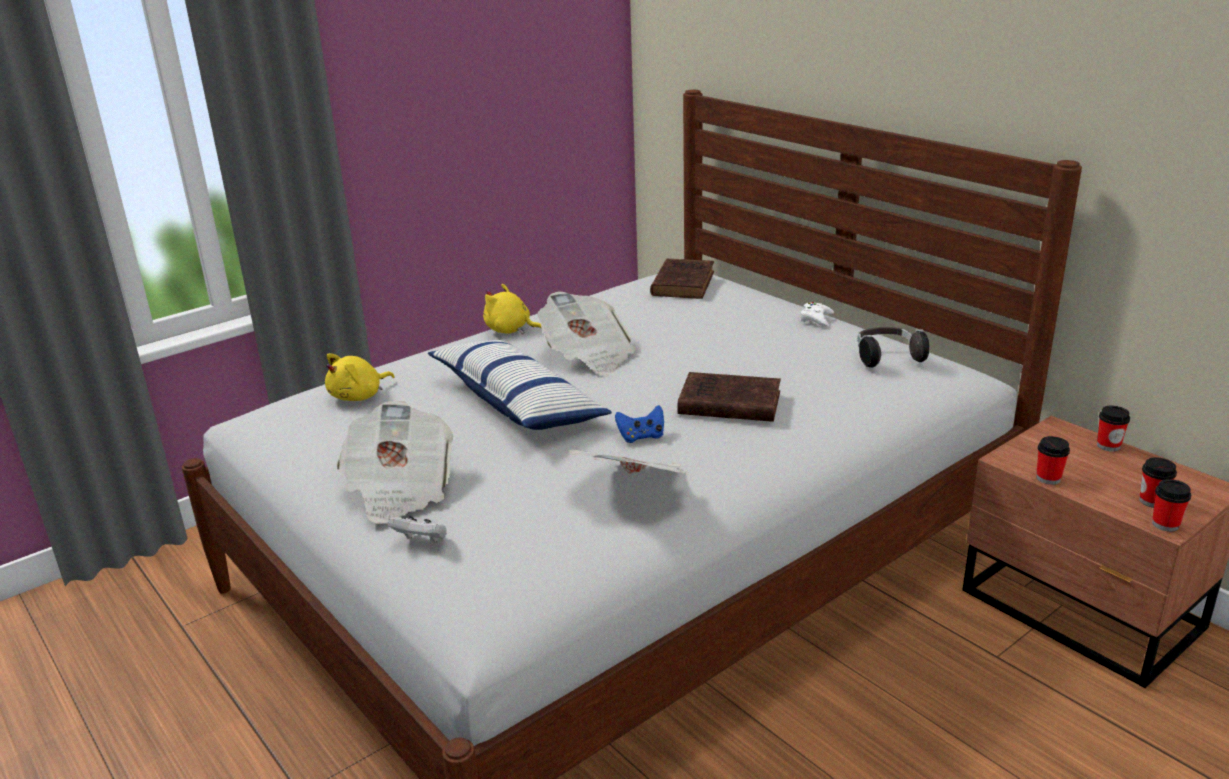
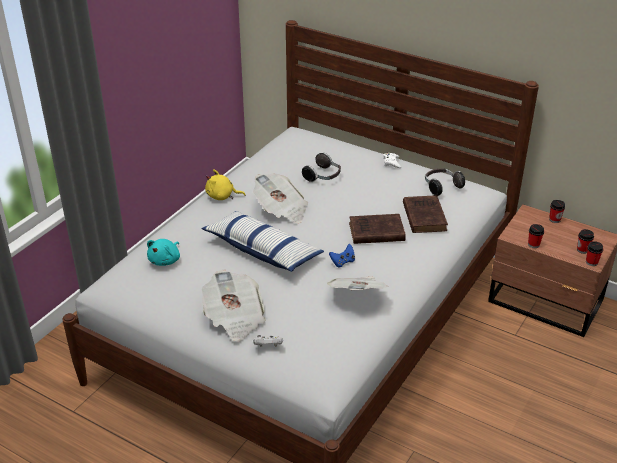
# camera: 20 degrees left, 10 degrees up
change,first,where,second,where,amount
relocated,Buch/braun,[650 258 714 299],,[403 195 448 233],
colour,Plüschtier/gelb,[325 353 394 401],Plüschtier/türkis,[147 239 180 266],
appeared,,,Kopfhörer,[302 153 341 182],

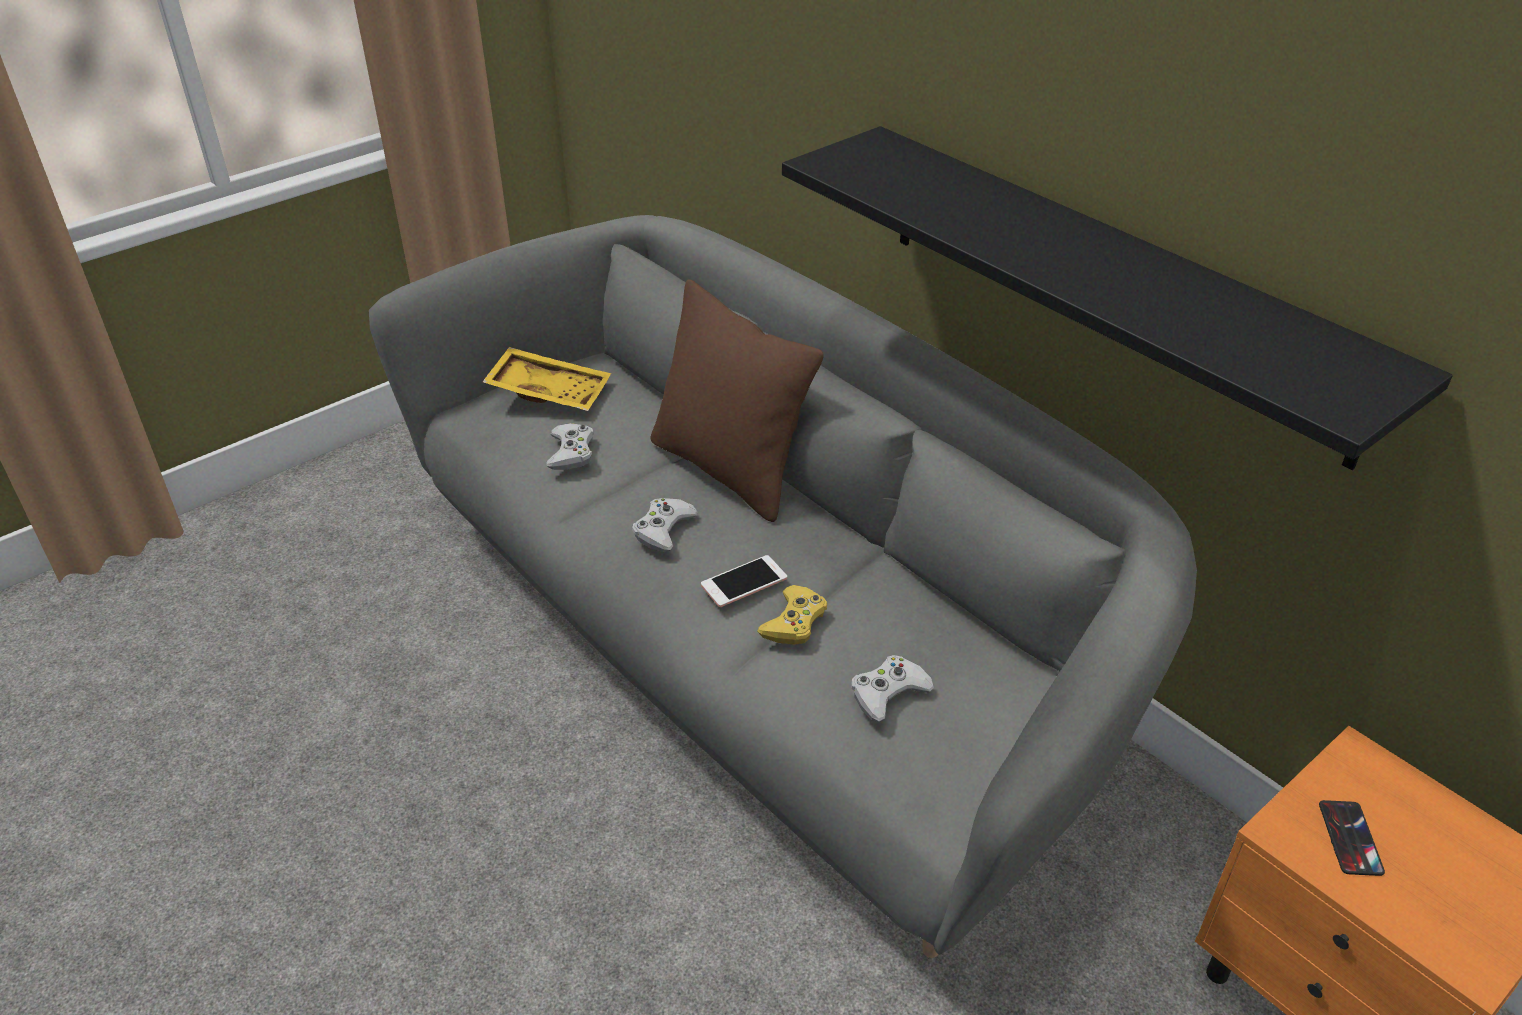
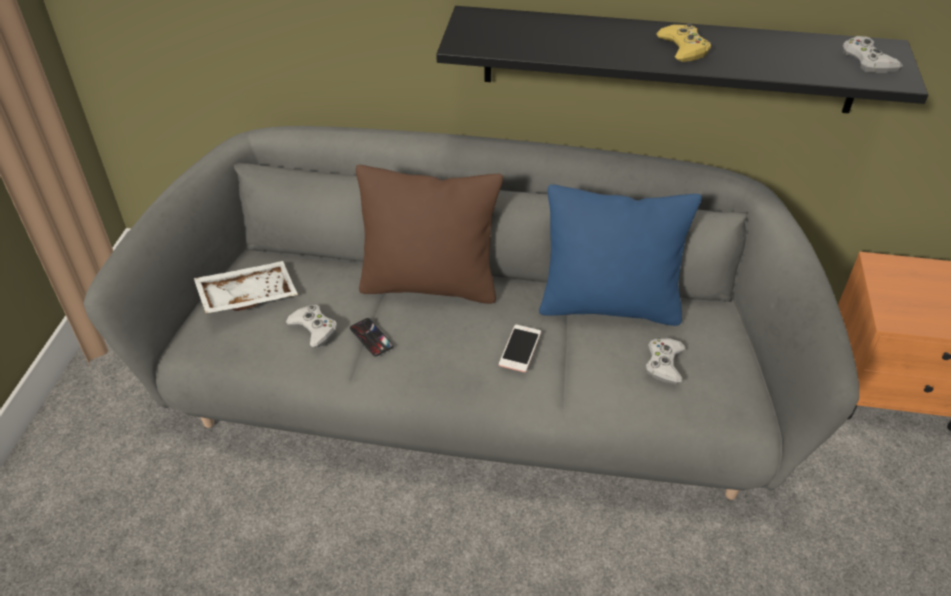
# camera: 40 degrees left, 5 degrees up
change,first,where,second,where,amount
colour,Tablett/gelb,[483 347 611 411],Tablett/weiß,[194 261 298 313],
relocated,Gamepad/weiß,[632 498 698 552],,[843 36 903 73],
relocated,Gamepad/gelb,[757 585 827 644],,[656 23 711 62],
relocated,Handy,[1319 800 1385 876],,[350 318 394 357],
appeared,,,Kissen/blau,[539 184 702 326],

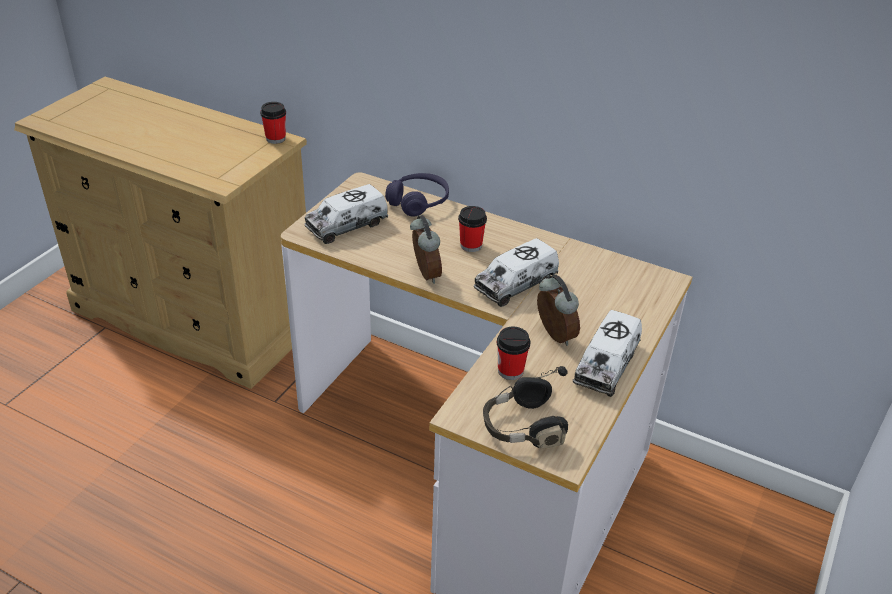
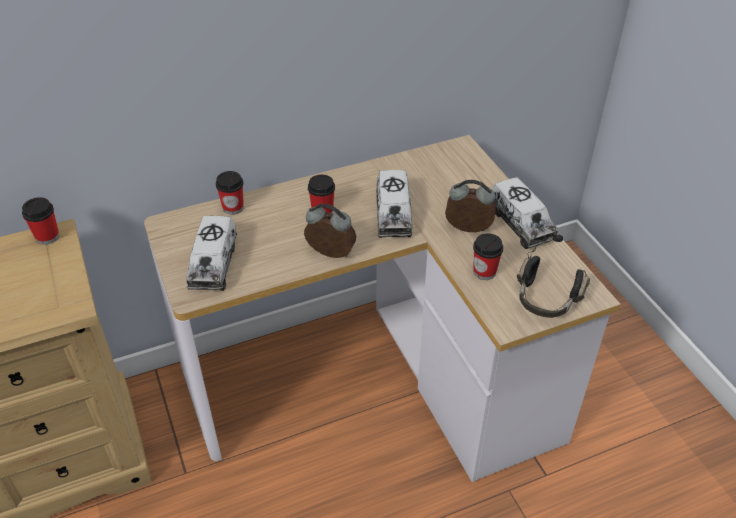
# camera: 50 degrees left, 5 degrees up
change,first,where,second,where,amount
exchanged,Kopfhörer/lila,[385 173 449 217],Tasse,[216 171 244 215],

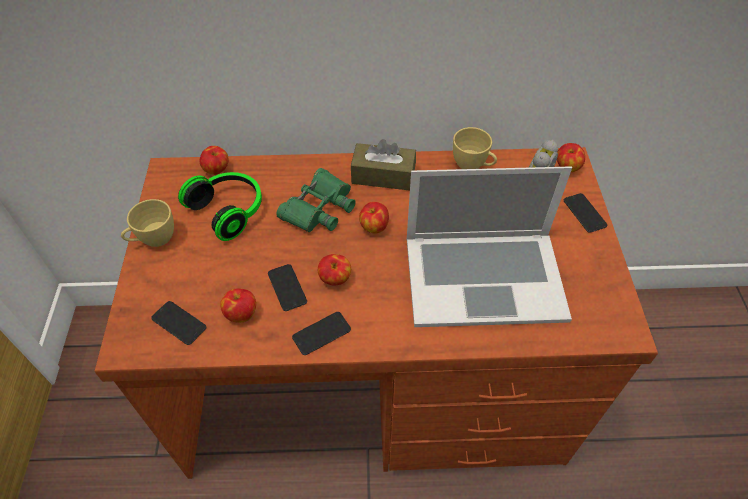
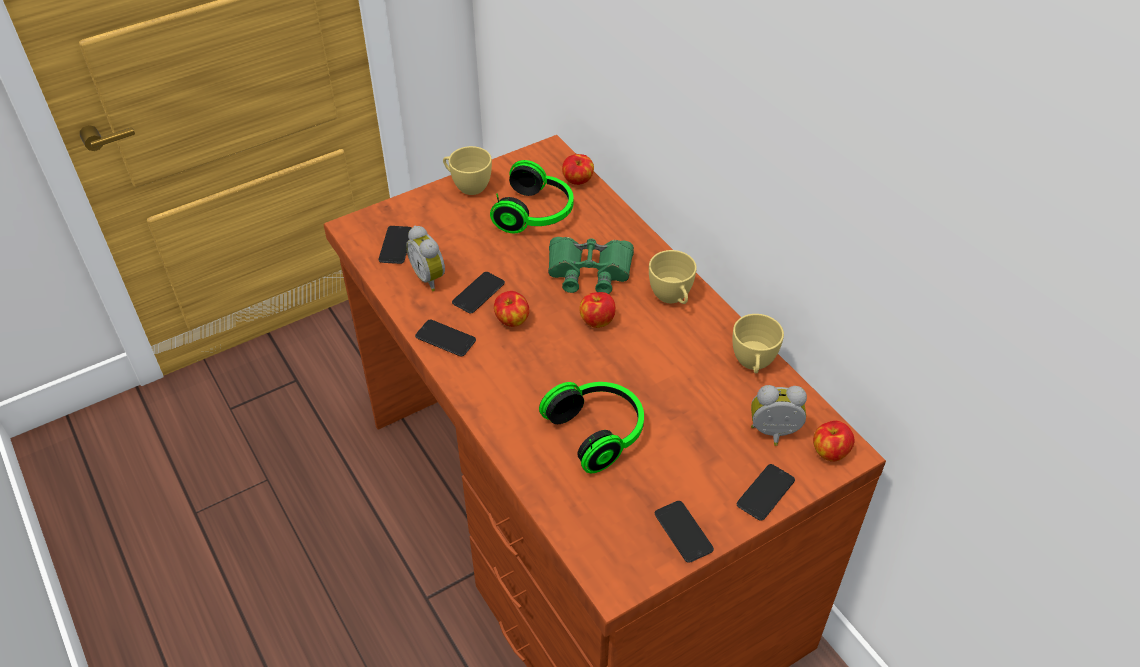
# camera: 60 degrees right, 5 degrees down
change,first,where,second,where,amount
exchanged,Taschentuchbox/braun,[351 139 416 190],Tasse/gelb,[649 250 697 304],
exchanged,Laptop,[407 166 572 327],Kopfhörer,[539 382 644 473],
exchanged,Apfel,[220 288 256 323],Wecker,[406 226 445 292],
appeared,,,Handy,[655 501 714 563],

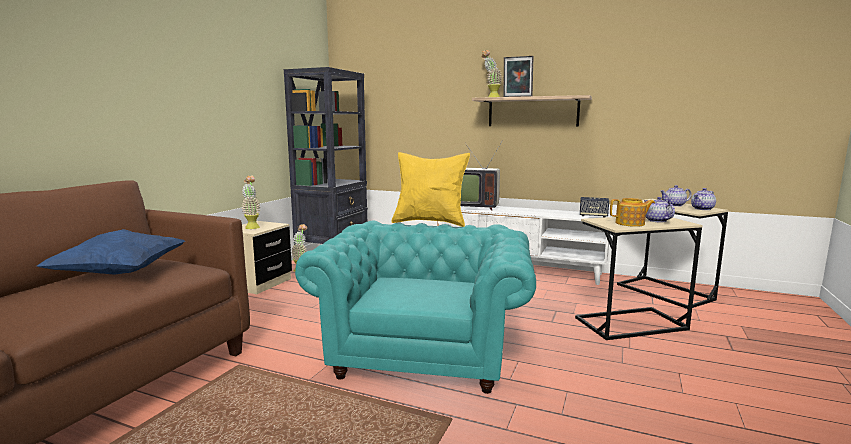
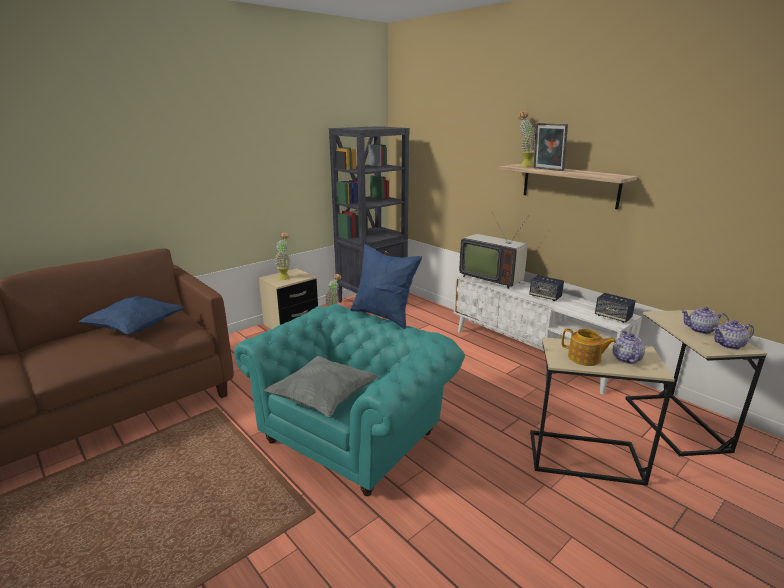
# camera: 25 degrees right, 10 degrees up
change,first,where,second,where,amount
colour,Kissen/gelb,[392 152 470 227],Kissen/blau,[350 244 422 329],
appeared,,,Lautsprecher,[529 275 564 301],
appeared,,,Kissen/grau,[264 356 379 417],

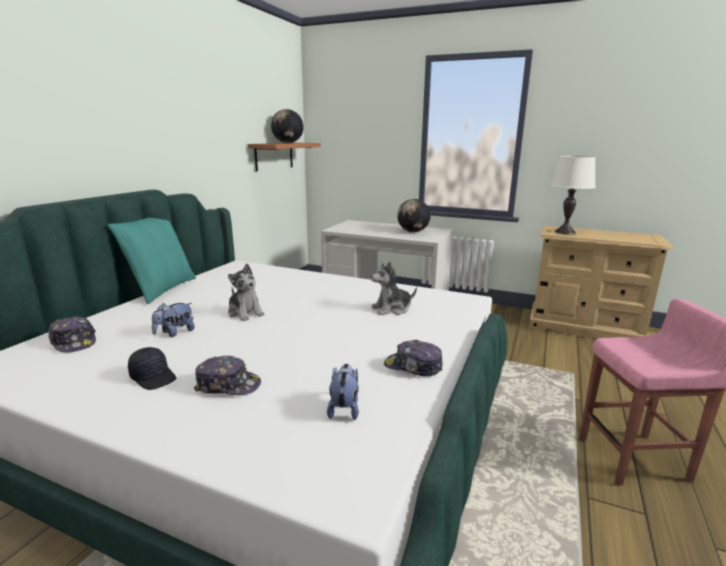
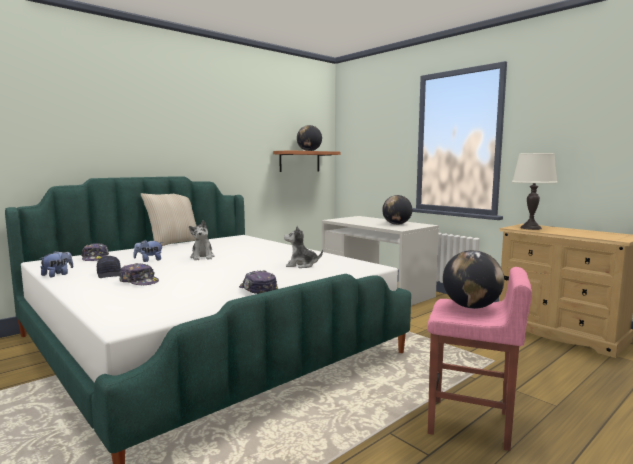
# camera: 25 degrees right, 10 degrees down
change,first,where,second,where,amount
colour,Kissen/türkis,[108 218 196 304],Kissen/beige,[141 193 196 246],
relocated,Plüschtier,[327 364 359 420],,[40 251 73 277],
appeared,,,Globus,[443 250 504 309],

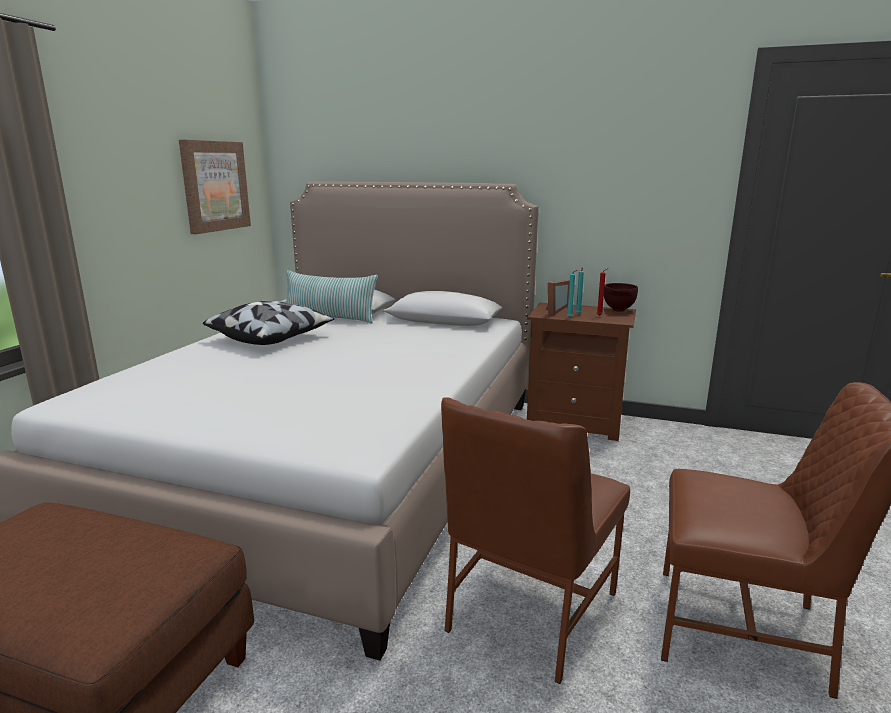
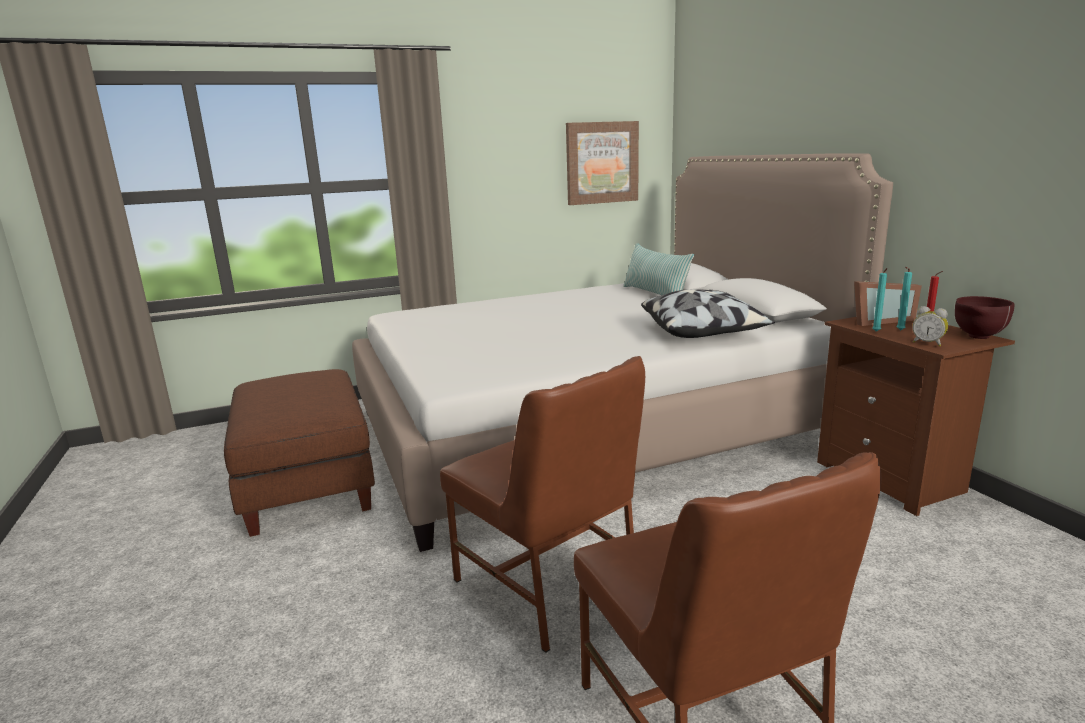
# camera: 50 degrees right, 0 degrees up
change,first,where,second,where,amount
relocated,Kissen,[203 300 335 345],,[641 289 775 338],
spun,Stuhl/braun,[441 397 630 684],,[440 356 645 653],120 degrees counterclockwise
appeared,,,Wecker,[912 306 948 347],

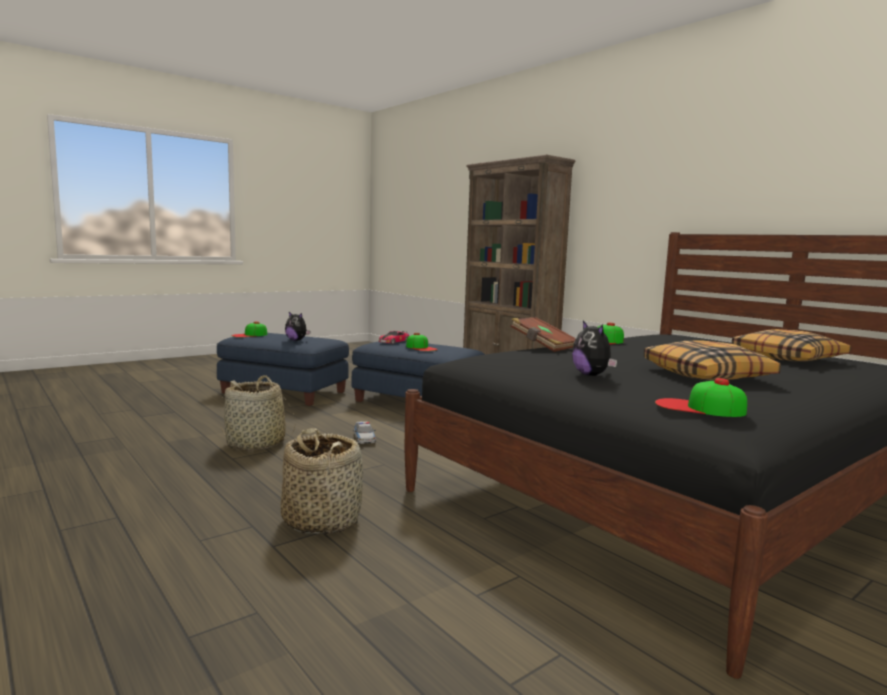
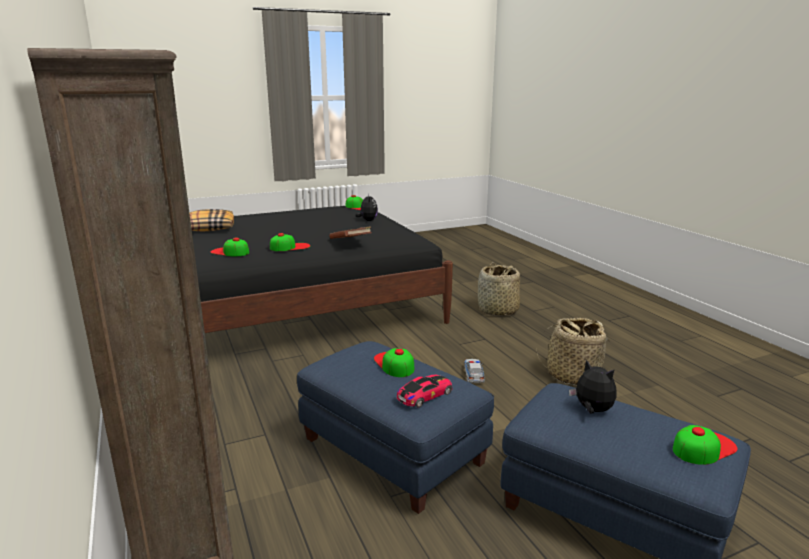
# camera: 165 degrees left, 10 degrees up
change,first,where,second,where,amount
missing,Kissen,[644 341 781 380],,,
appeared,,,Kappe,[211 238 249 256],

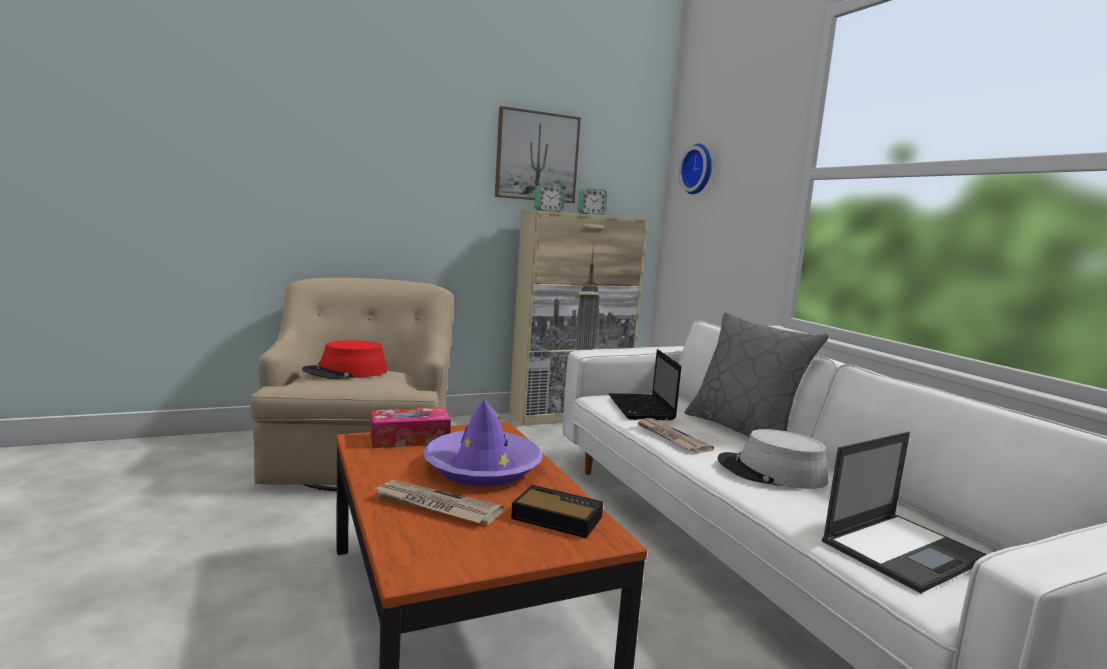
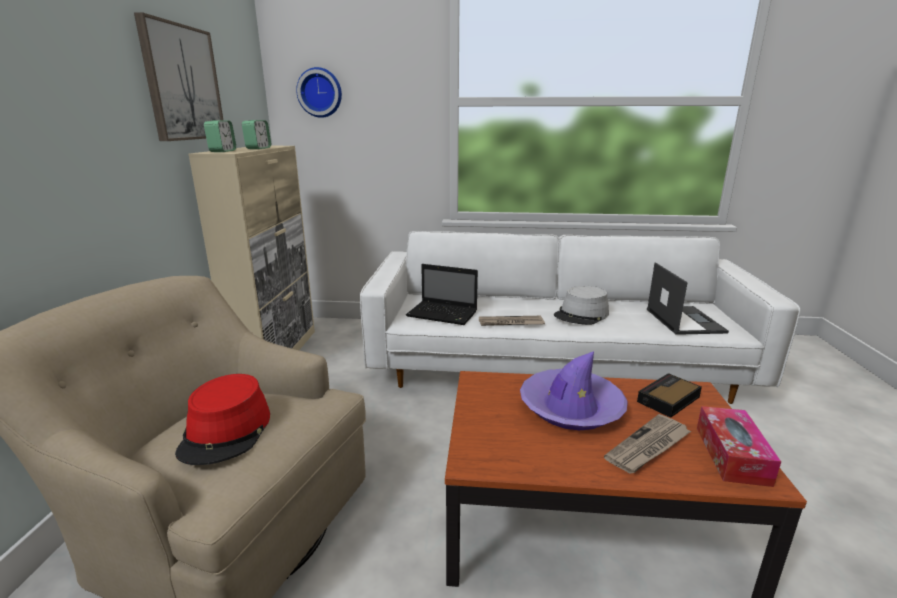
# camera: 60 degrees left, 10 degrees up
change,first,where,second,where,amount
missing,Kissen/grau,[684 312 829 436],,,
relocated,Taschentuchbox,[370 408 451 448],,[697 406 781 487],

